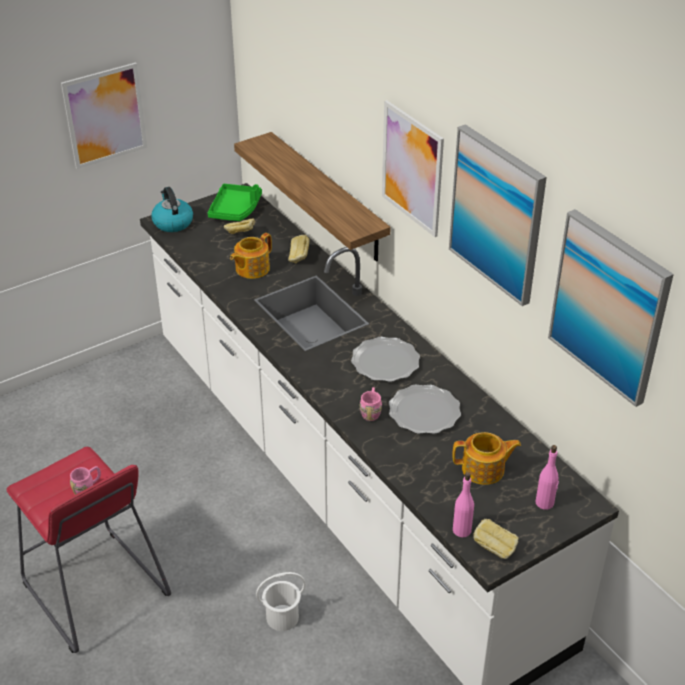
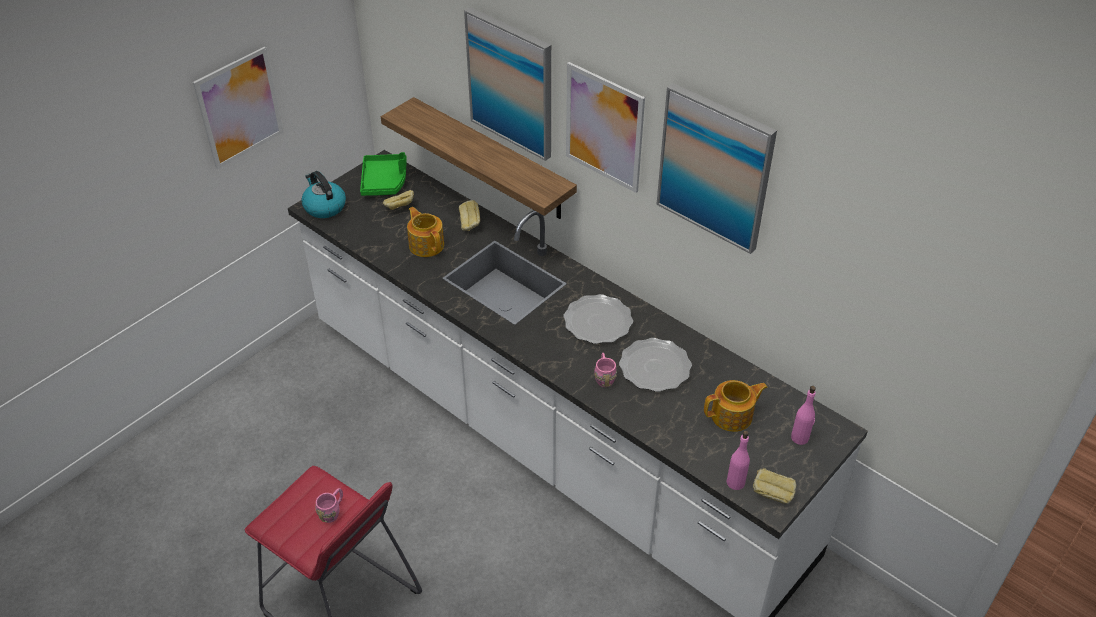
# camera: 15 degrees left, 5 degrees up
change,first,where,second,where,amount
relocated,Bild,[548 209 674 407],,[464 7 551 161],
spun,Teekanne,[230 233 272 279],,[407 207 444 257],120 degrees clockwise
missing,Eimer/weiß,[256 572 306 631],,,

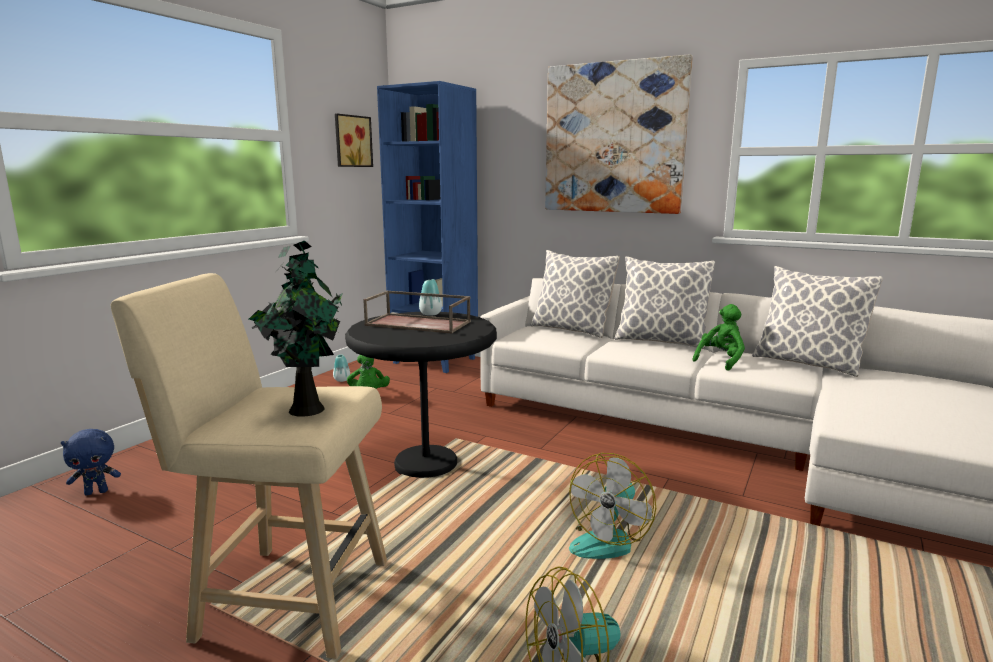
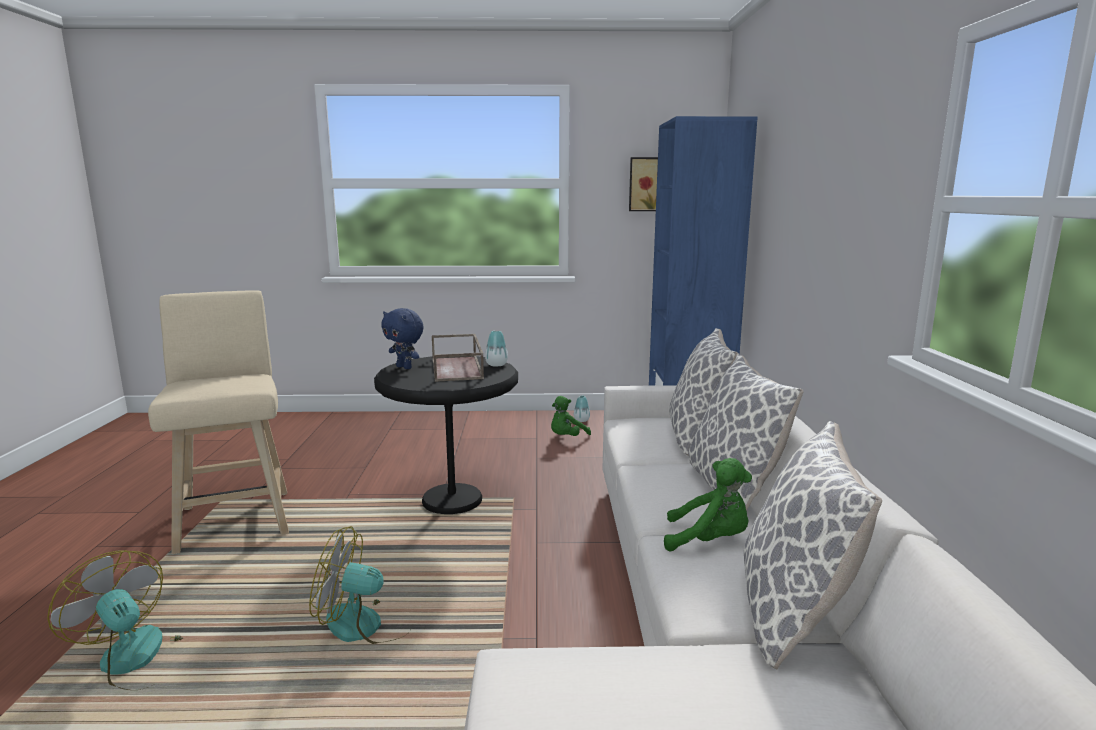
# camera: 60 degrees right, 0 degrees up
change,first,where,second,where,amount
missing,Bild,[545 55 693 214],,,
missing,Topfpflanze,[249 240 343 417],,,
relocated,Plüschtier/blau,[61 429 121 495],,[381 308 424 369],

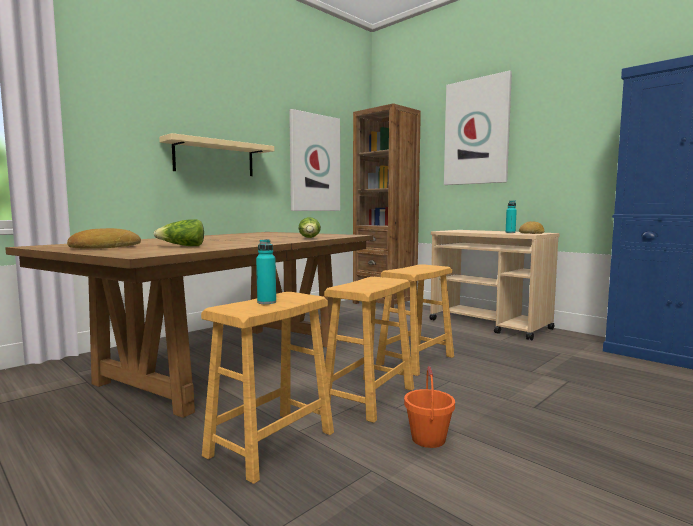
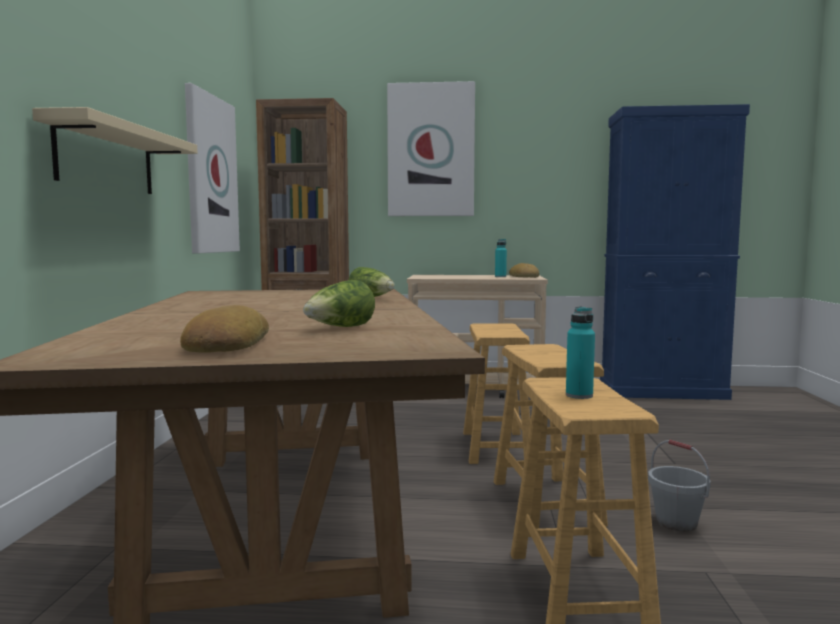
# camera: 40 degrees left, 0 degrees up
change,first,where,second,where,amount
colour,Eimer/orange,[404 366 455 448],Eimer/grau,[648 440 711 532],

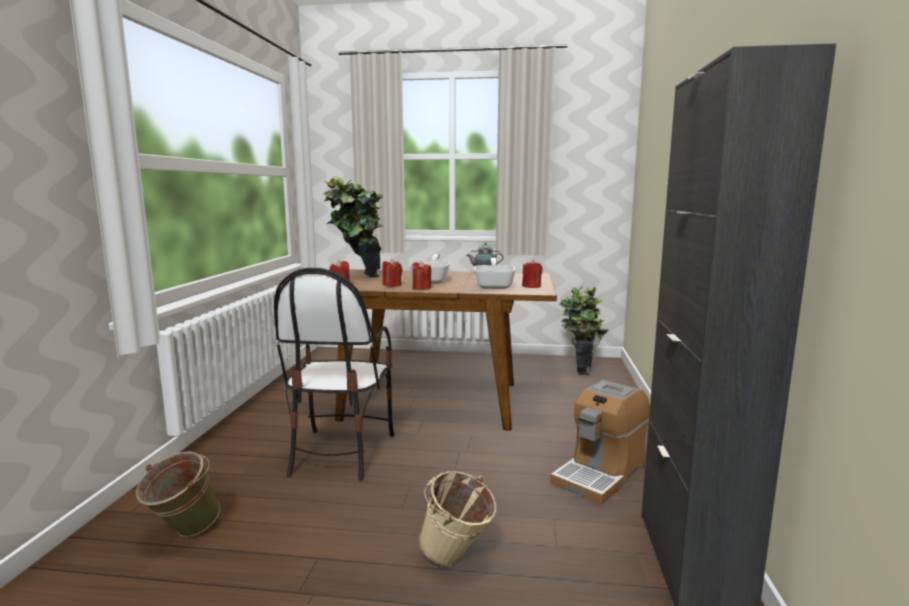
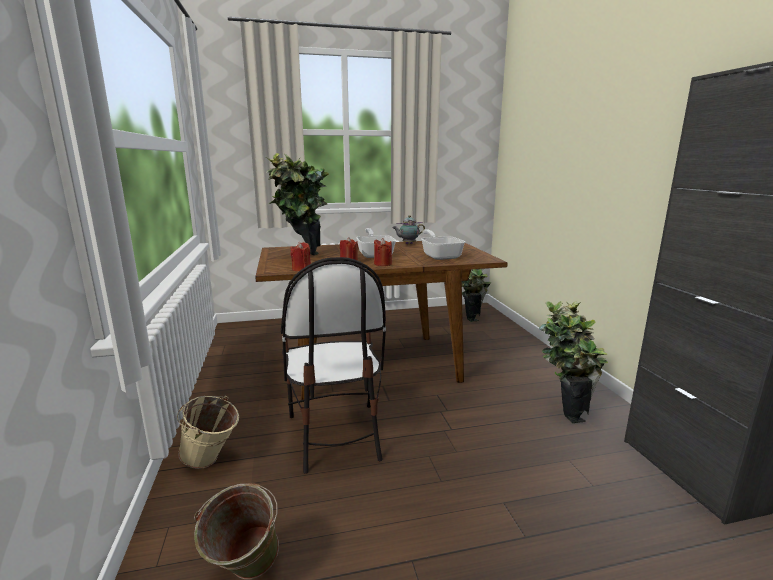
# camera: 20 degrees left, 5 degrees up
change,first,where,second,where,amount
missing,Kerze/rot,[522 260 543 288],,,
exchanged,Kaffeemaschine,[550 380 650 505],Topfpflanze,[539 301 608 423],
relocated,Eimer/beige,[419 471 497 566],,[177 396 239 469],

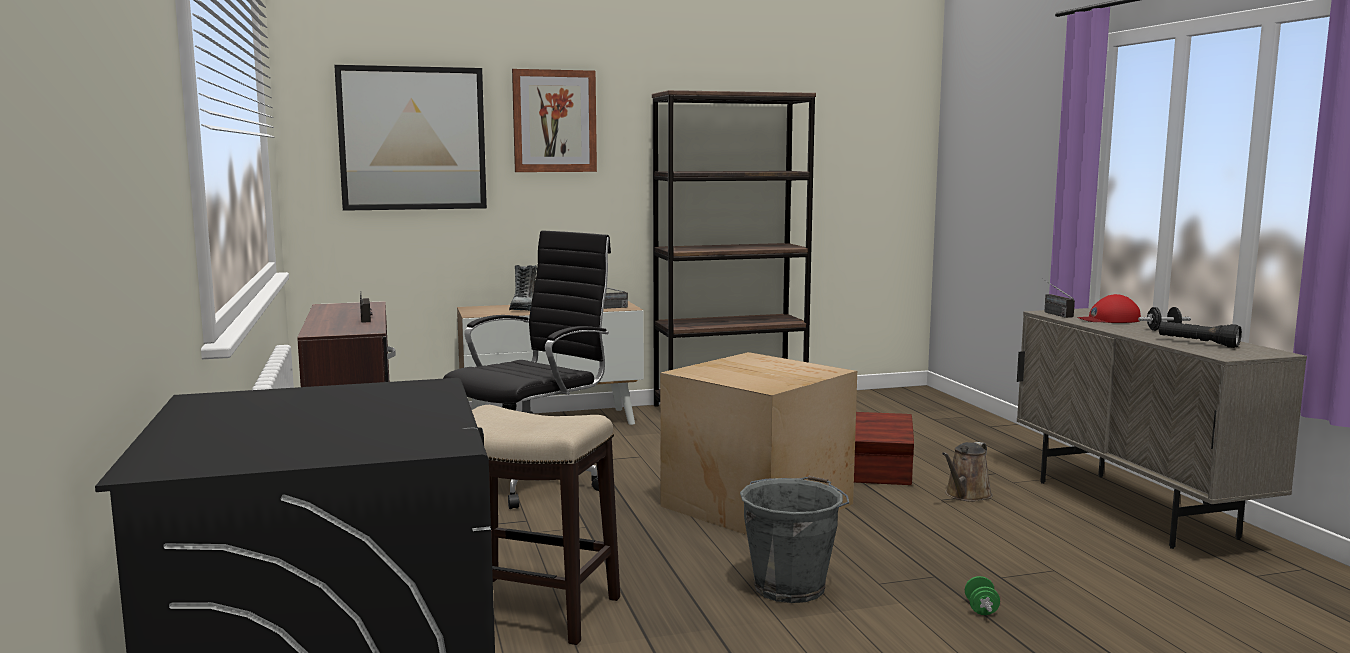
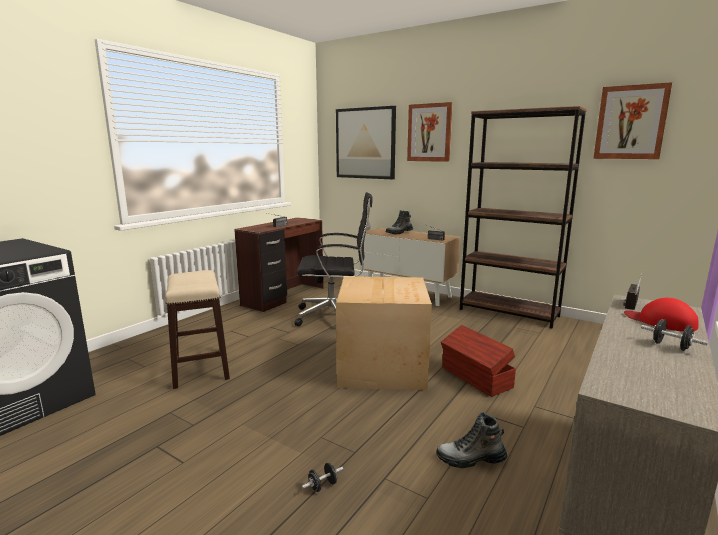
# camera: 50 degrees right, 5 degrees up
change,first,where,second,where,amount
missing,Taschenlampe/schwarz,[1159 321 1242 348],,,
missing,Gießkanne/braun,[942 442 993 502],,,
missing,Eimer/grau,[740 476 850 603],,,
colour,Hantel/grün,[965 576 1000 615],Hantel/schwarz,[302 463 343 492],
appeared,,,Bild,[593 82 672 159],
appeared,,,Stiefel,[436 412 507 468],

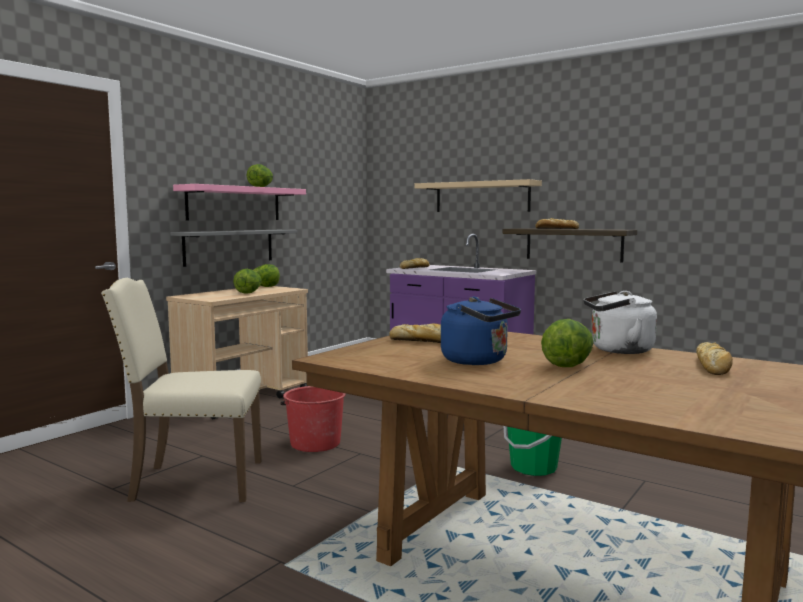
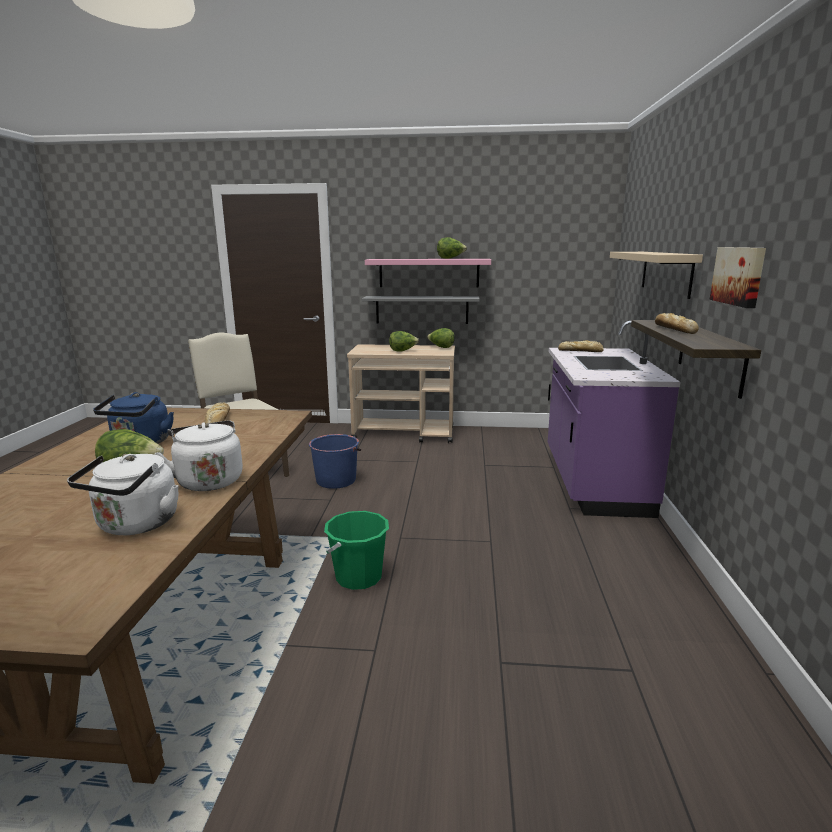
# camera: 60 degrees right, 10 degrees up
change,first,where,second,where,amount
exchanged,Brot,[696 342 733 375],Wasserkessel/weiß,[67 454 179 535],
colour,Eimer/rot,[280 386 346 452],Eimer/blau,[309 434 361 489],
appeared,,,Bild,[710 247 766 308],

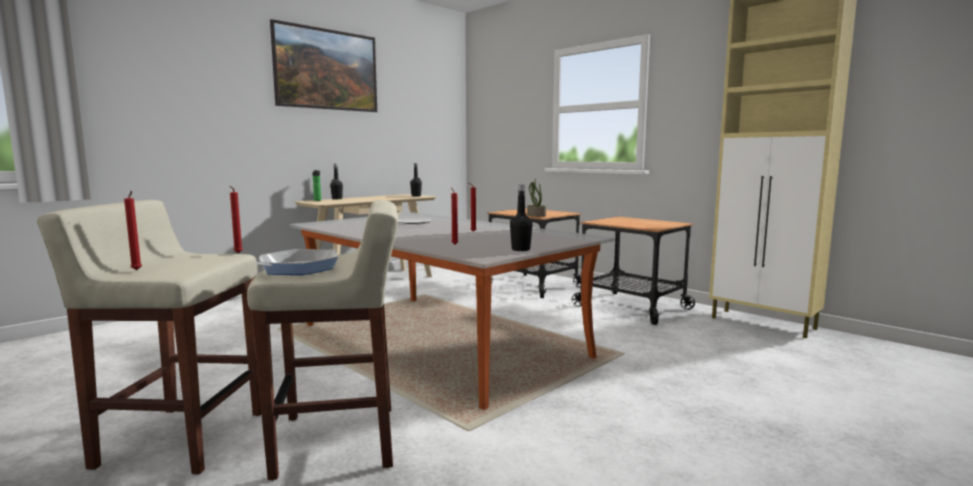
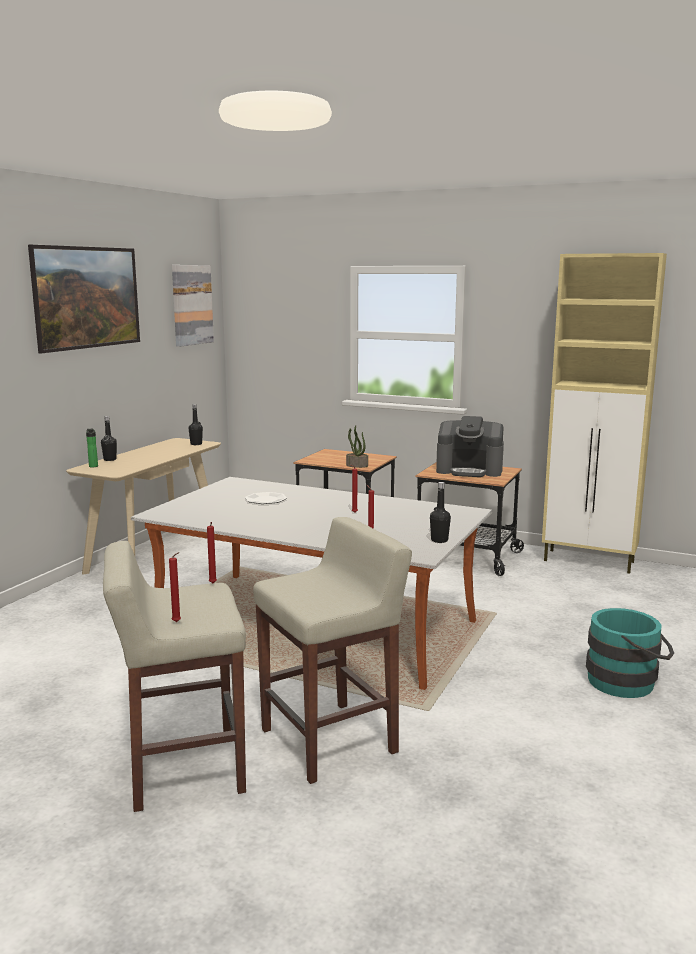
# camera: 20 degrees left, 5 degrees up
change,first,where,second,where,amount
missing,Pfanne,[256 249 338 275],,,
appeared,,,Bild,[172 265 214 347],
appeared,,,Kaffeemaschine,[436 416 504 477],
appeared,,,Eimer/türkis,[586 608 674 698],

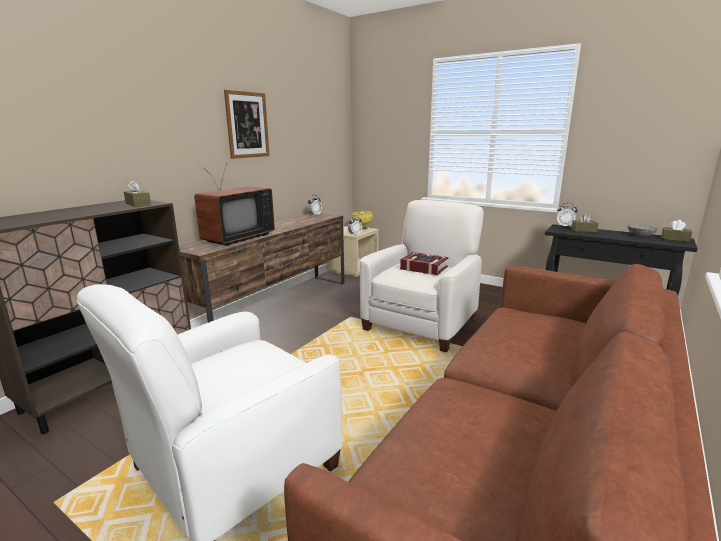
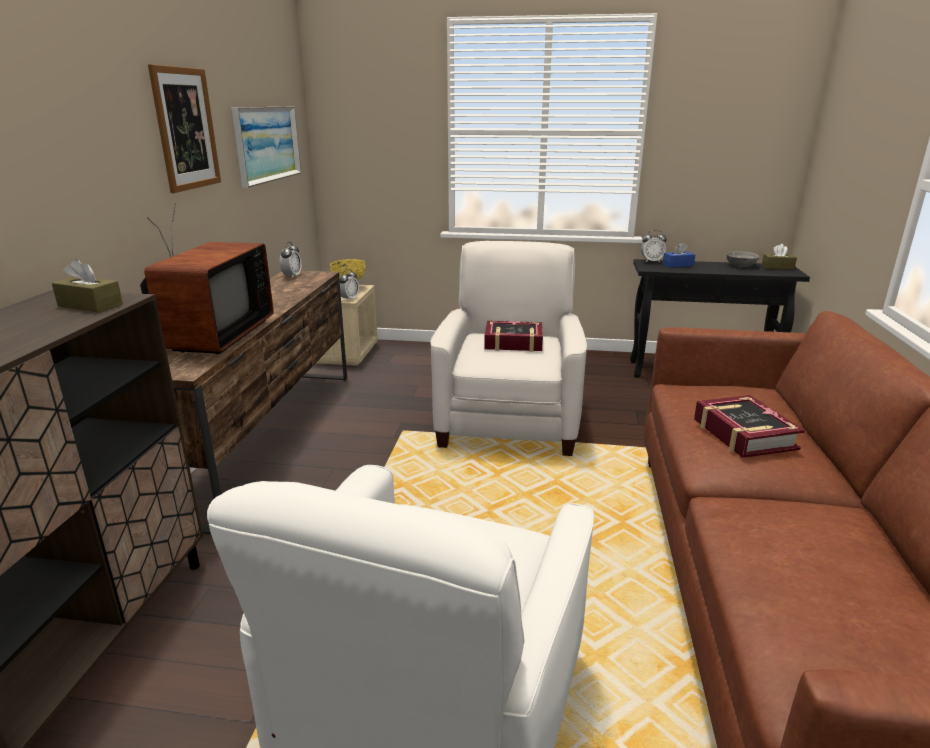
# camera: 25 degrees left, 5 degrees up
change,first,where,second,where,amount
colour,Taschentuchbox/braun,[571 213 599 232],Taschentuchbox/blau,[663 242 695 268],
appeared,,,Bild,[232 107 301 188],
appeared,,,Buch,[694 395 805 458],

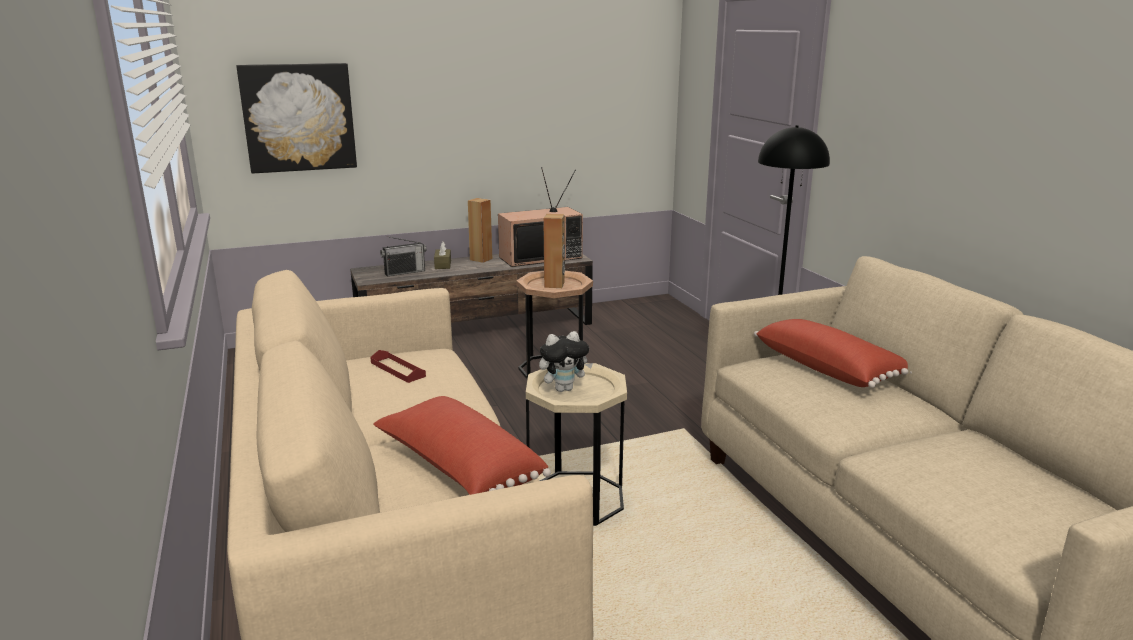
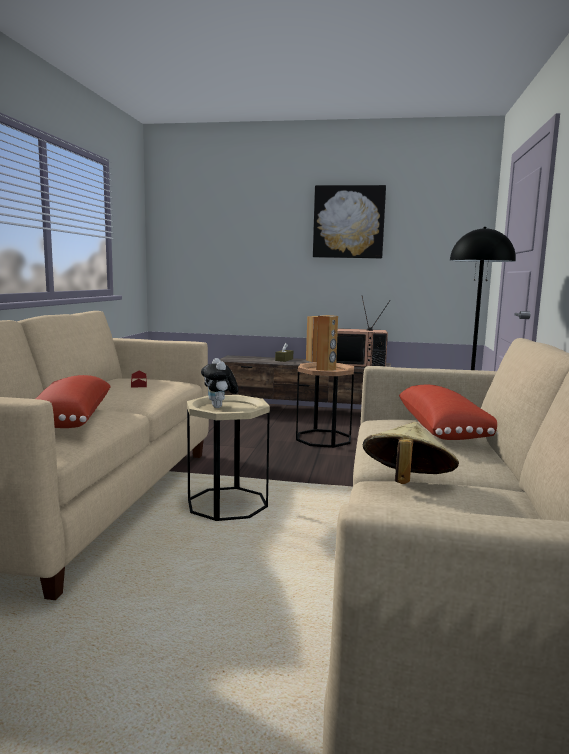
# camera: 30 degrees right, 10 degrees down
change,first,where,second,where,amount
relocated,Bild,[236 63 357 174],,[313 185 386 258],
missing,Radio,[380 236 427 277],,,
spun,Plüschtier,[539 331 593 392],,[201 358 239 408],60 degrees clockwise
appeared,,,Hut/beige,[363 422 459 484],

